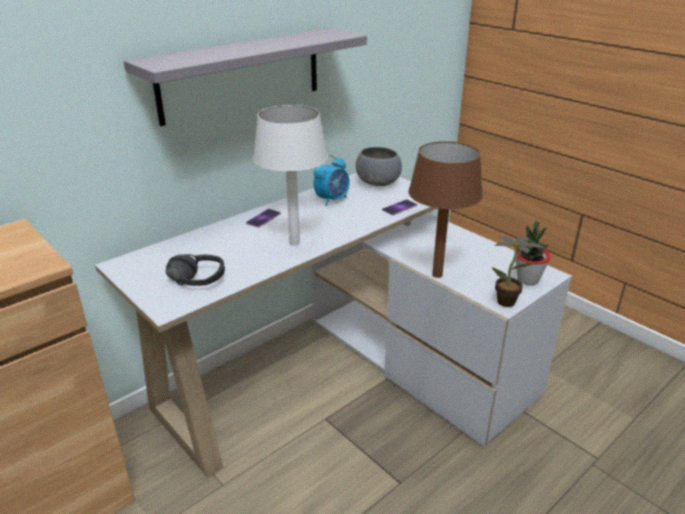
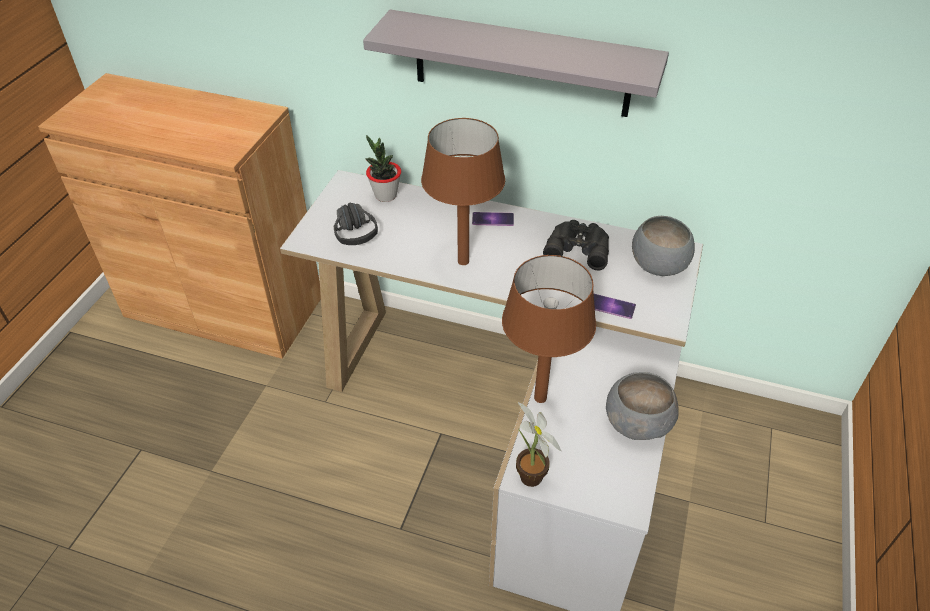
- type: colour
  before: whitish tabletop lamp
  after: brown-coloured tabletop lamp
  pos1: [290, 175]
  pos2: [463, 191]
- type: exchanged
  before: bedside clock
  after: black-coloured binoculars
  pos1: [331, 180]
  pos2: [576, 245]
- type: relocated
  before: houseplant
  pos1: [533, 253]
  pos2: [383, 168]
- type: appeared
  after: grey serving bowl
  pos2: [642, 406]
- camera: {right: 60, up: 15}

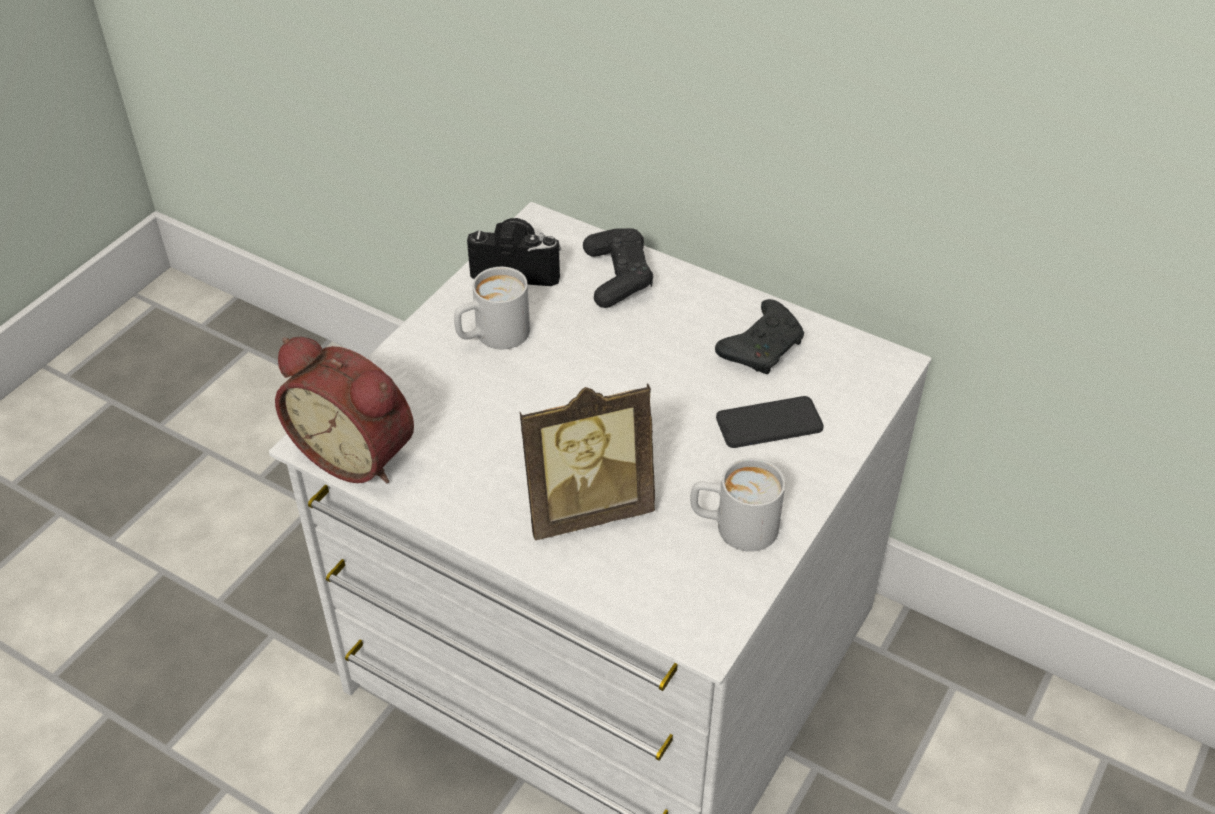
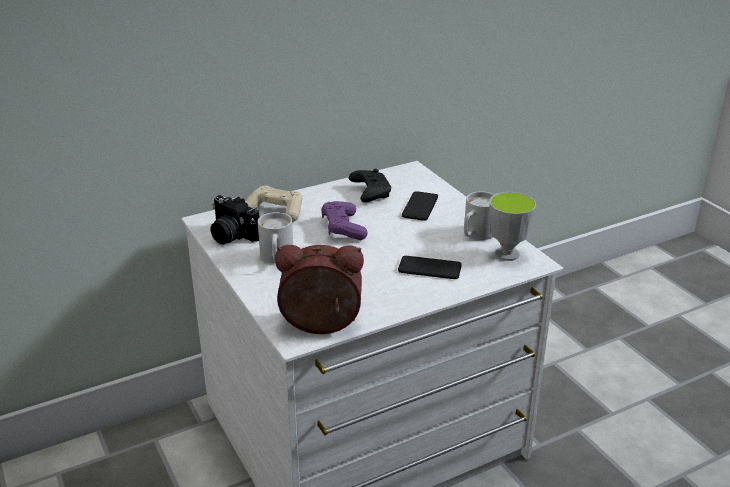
- type: spun
  before: bedside clock
  pos1: [344, 410]
  pos2: [319, 289]
  turn: -150
- type: spun
  before: still camera
  pos1: [514, 252]
  pos2: [235, 220]
  turn: -90
- type: exchanged
  before: picture frame
  after: telephone
  pos1: [587, 461]
  pos2: [430, 267]
- type: colour
  before: black-coloured game controller
  after: beige game controller
  pos1: [618, 268]
  pos2: [273, 204]
- type: appeared
  after: purple-coloured game controller
  pos2: [344, 220]
- type: appeared
  after: small cup
  pos2: [512, 226]
- camera: {right: -60, up: -15}

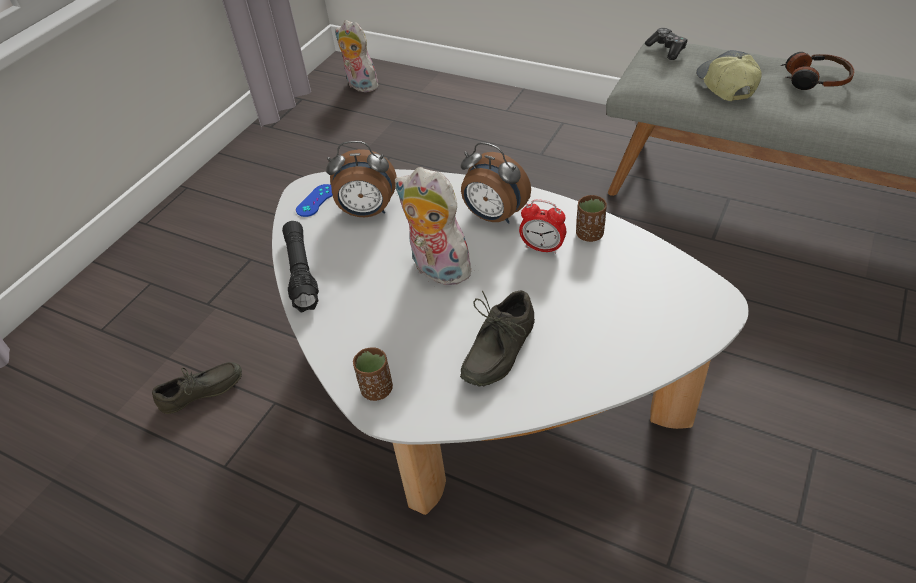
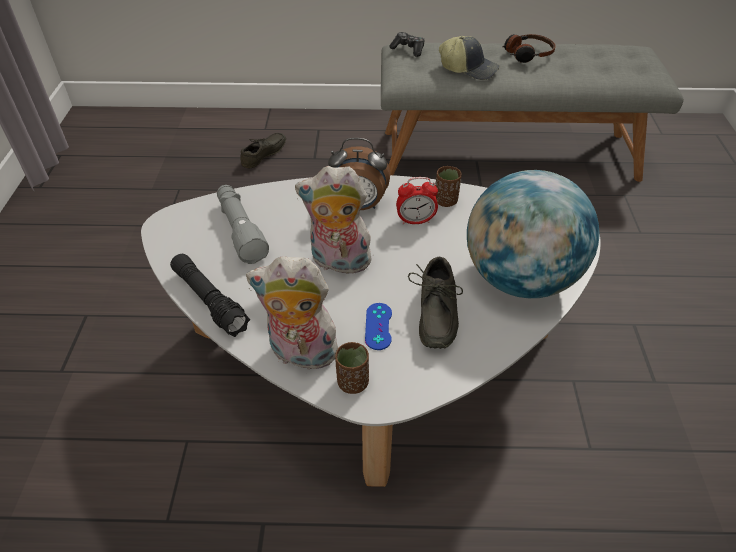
- type: relocated
  before: grey low shoe
  pos1: [197, 388]
  pos2: [263, 150]
- type: relocated
  before: bluish game controller
  pos1: [314, 200]
  pos2: [378, 326]
- type: exchanged
  before: bedside clock
  after: grey hand torch
  pos1: [361, 179]
  pos2: [243, 224]
- type: relocated
  before: plush toy
  pos1: [356, 56]
  pos2: [294, 313]
- type: spun
  before: baseball cap
  pos1: [729, 75]
  pos2: [469, 58]
  turn: 150
- type: appeared
  after: desk globe
  pos2: [533, 234]
- camera: {right: -30, up: 0}

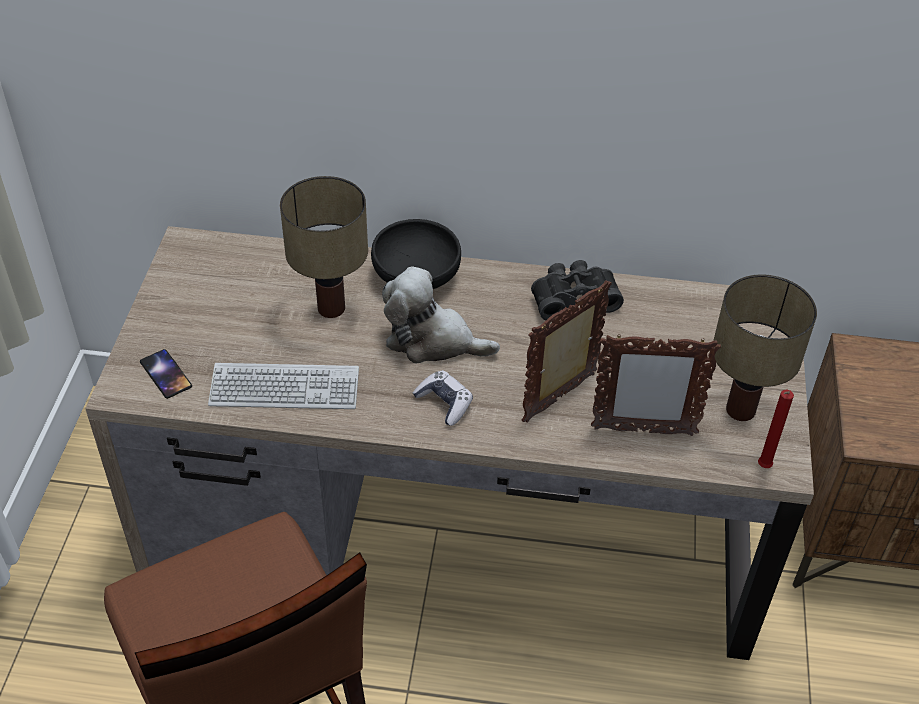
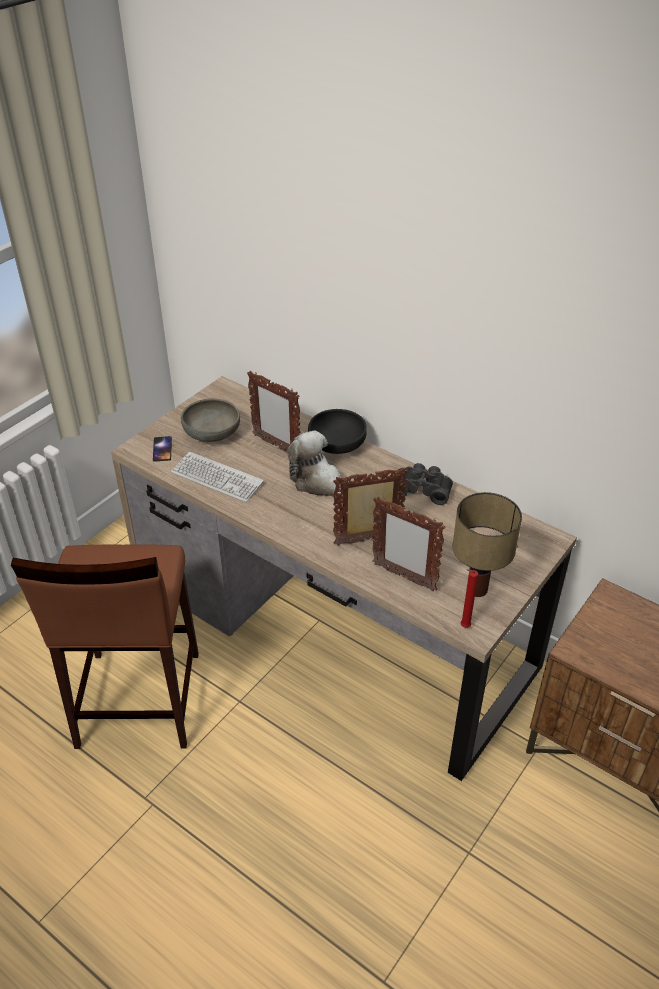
- type: exchanged
  before: tabletop lamp
  after: picture frame
  pos1: [324, 247]
  pos2: [273, 412]
- type: missing
  before: game controller
  pos1: [443, 398]
- type: appeared
  after: grey serving bowl
  pos2: [210, 420]
- camera: {right: 30, up: -5}

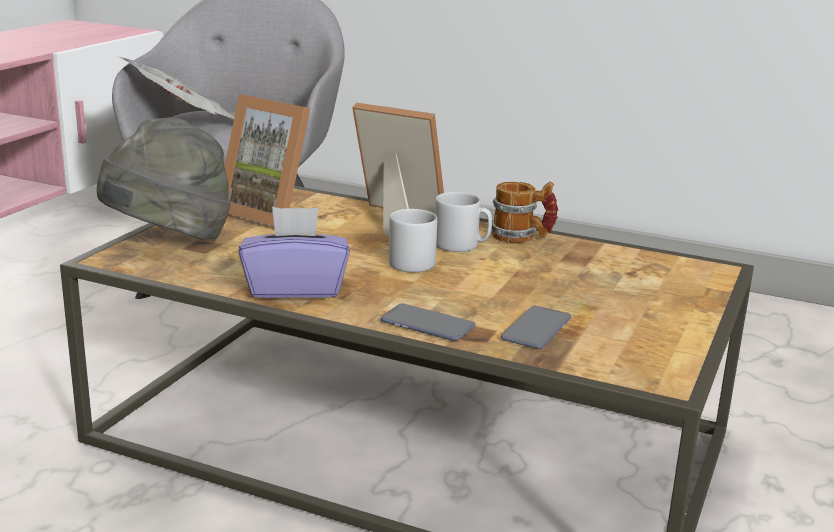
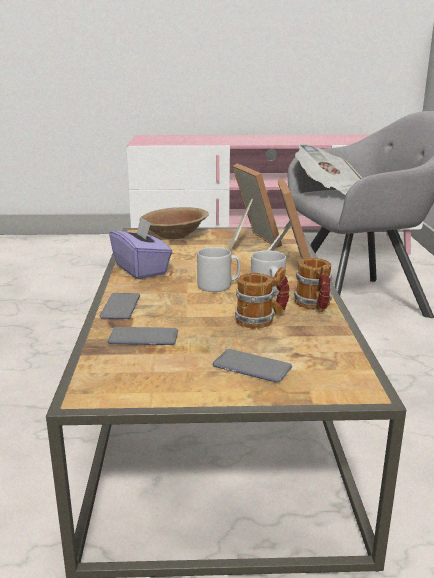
- type: exchanged
  before: grey wearable hat
  after: brown-coloured serving bowl
  pos1: [164, 178]
  pos2: [175, 223]
- type: spun
  before: picture frame
  pos1: [267, 160]
  pos2: [255, 207]
  turn: 150
- type: appeared
  after: telephone
  pos2: [252, 365]
- type: appeared
  after: coffee mug
  pos2: [262, 298]
- camera: {right: 65, up: 0}

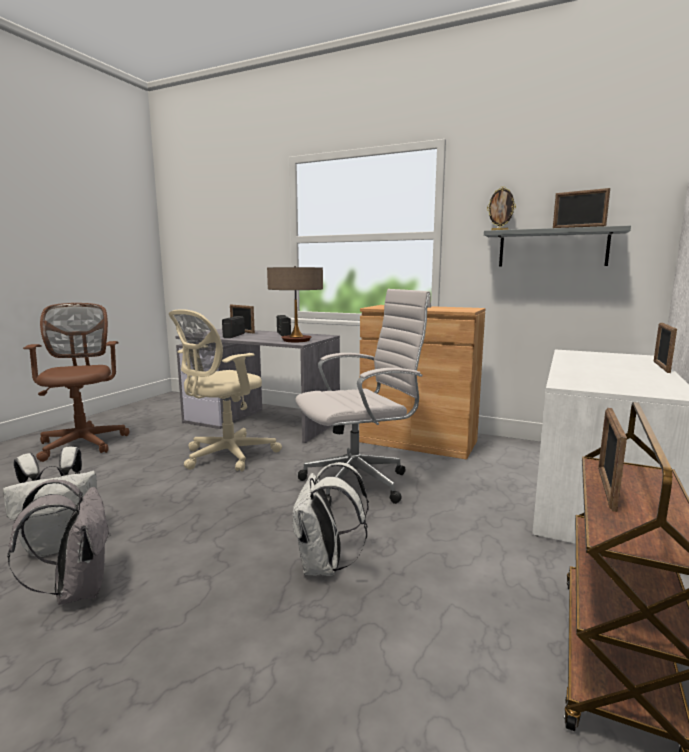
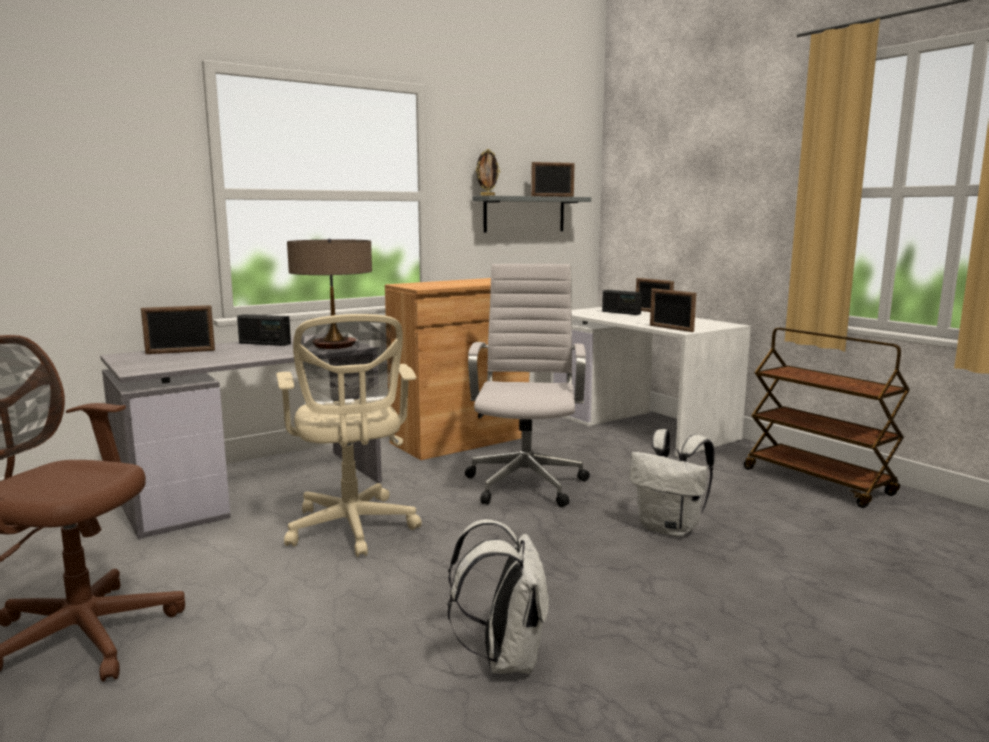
- type: missing
  before: grey knapsack
  pos1: [59, 542]
- type: relocated
  before: radio
  pos1: [233, 327]
  pos2: [622, 302]
- type: relocated
  before: picture frame
  pos1: [612, 460]
  pos2: [673, 310]
- camera: {right: -60, up: 0}

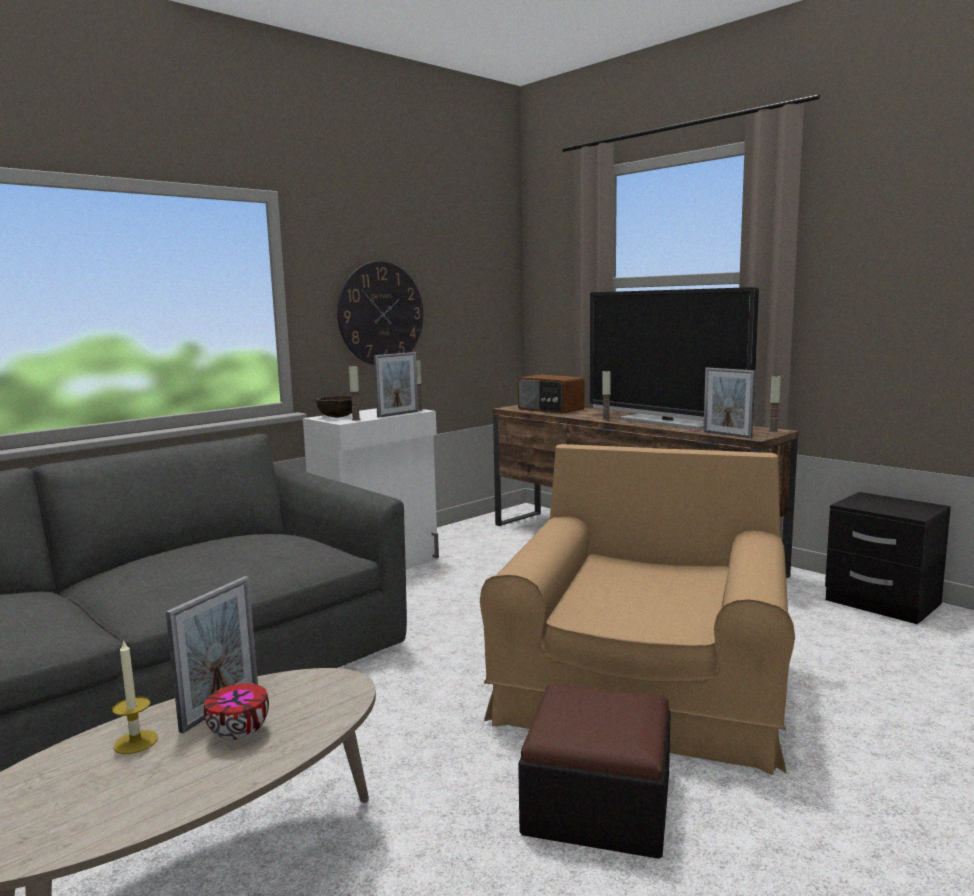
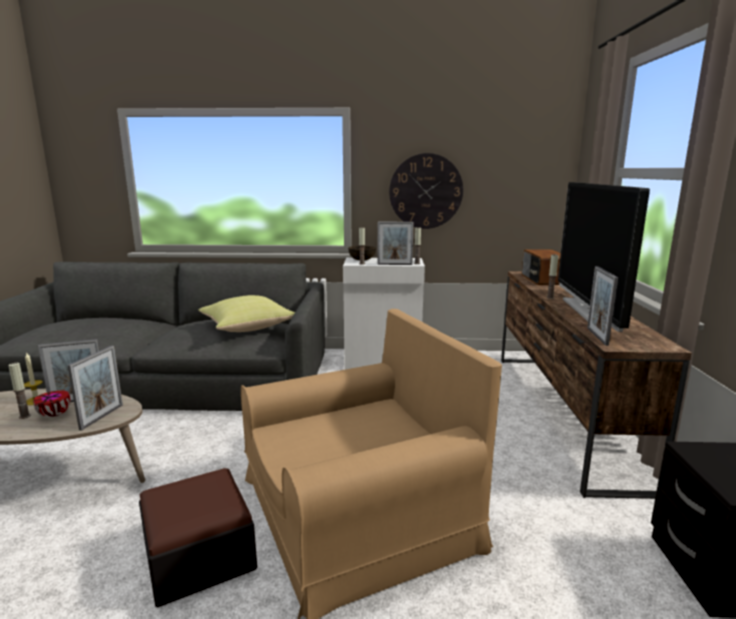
- type: relocated
  before: candle
  pos1: [775, 403]
  pos2: [19, 391]
- type: appeared
  after: picture frame
  pos2: [95, 388]
- type: appeared
  after: yellowish pillow
  pos2: [246, 313]
- camera: {right: 45, up: 5}

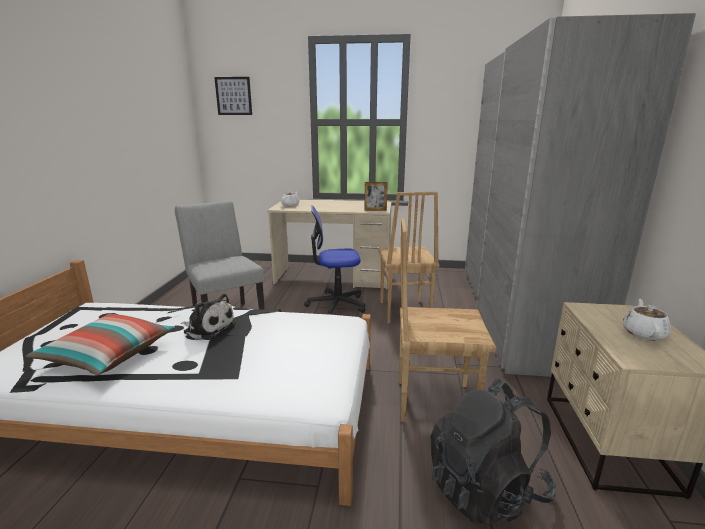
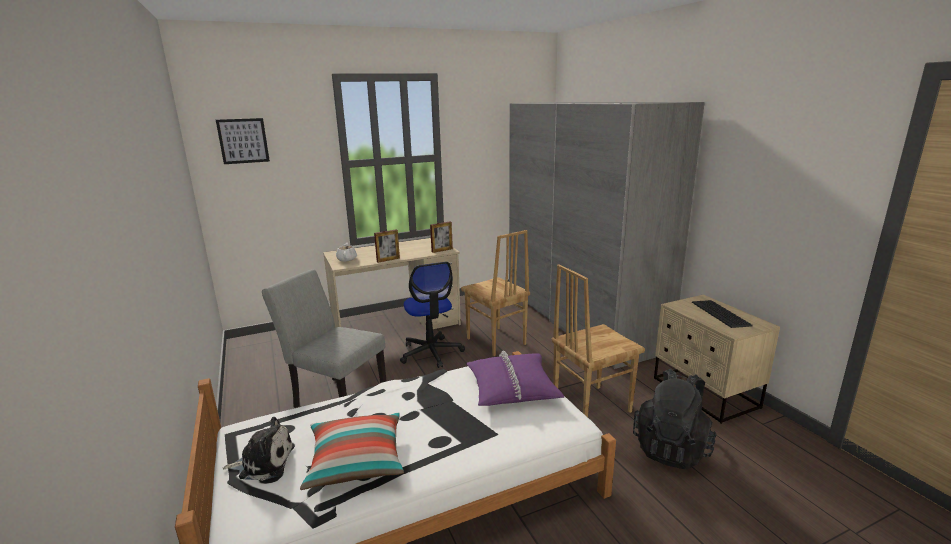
- type: relocated
  before: plush toy
  pos1: [208, 317]
  pos2: [258, 449]
- type: spun
  before: office chair
  pos1: [334, 260]
  pos2: [432, 315]
  turn: -75
- type: exchanged
  before: whitish tea pot
  after: computer keyboard
  pos1: [647, 320]
  pos2: [722, 314]
- type: appeared
  after: picture frame
  pos2: [387, 246]
- type: appeared
  after: purple-coloured pillow
  pos2: [515, 378]
- camera: {right: -30, up: 0}

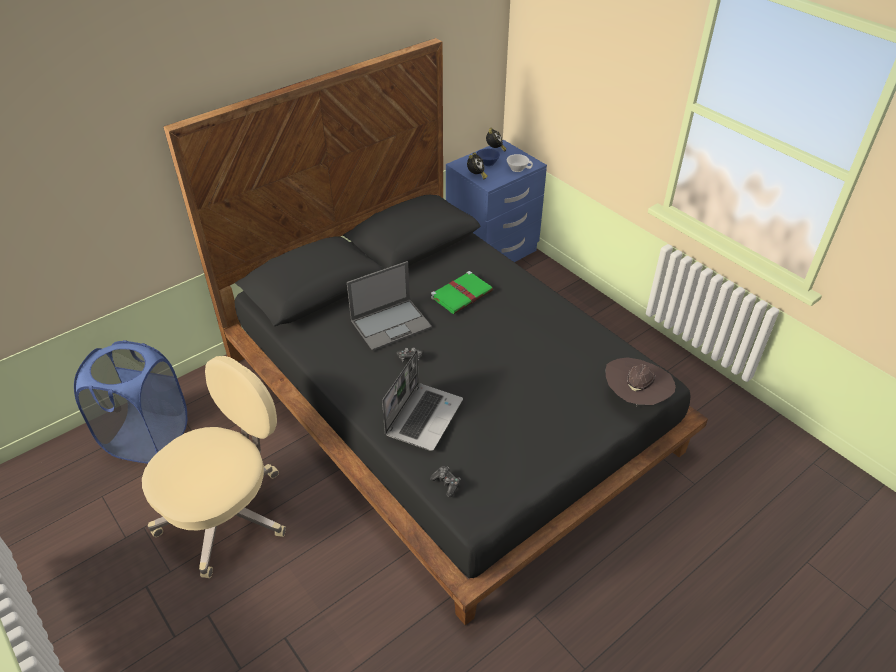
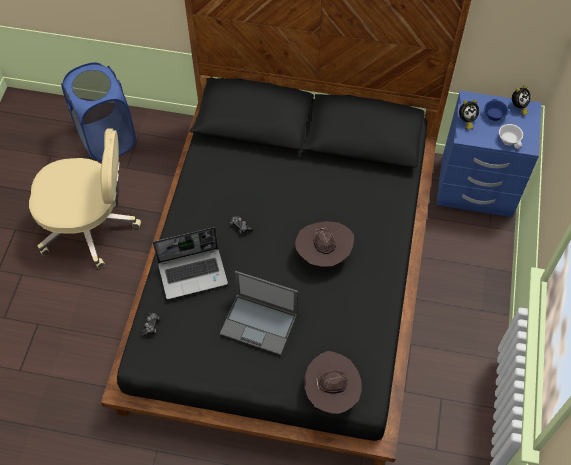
- type: relocated
  before: portable computer
  pos1: [389, 306]
  pos2: [259, 313]
- type: missing
  before: green book
  pos1: [462, 292]
- type: appeared
  after: brown-coloured wearable hat
  pos2: [324, 244]
- camera: {right: 50, up: 15}

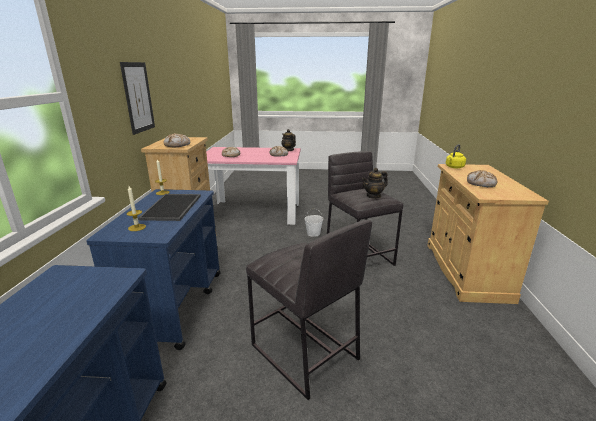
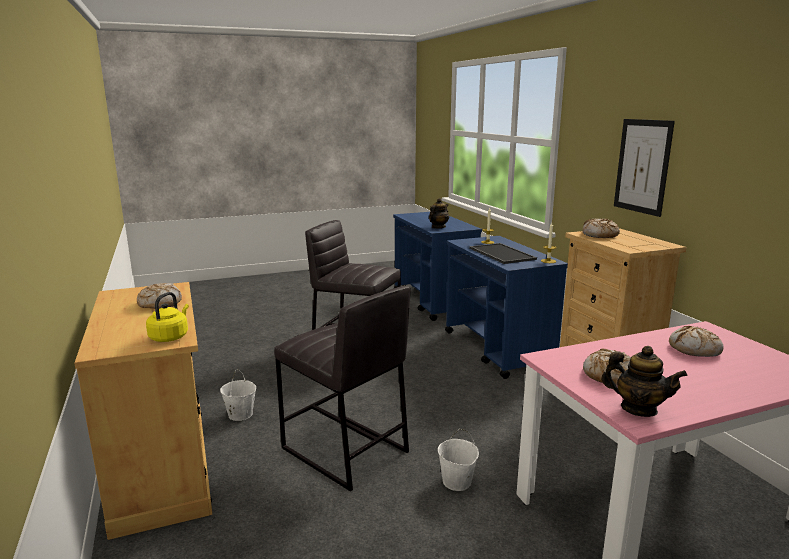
- type: relocated
  before: tea pot
  pos1: [375, 183]
  pos2: [439, 213]
- type: appeared
  after: whitish water bucket
  pos2: [238, 395]
- camera: {right: 155, up: -5}

